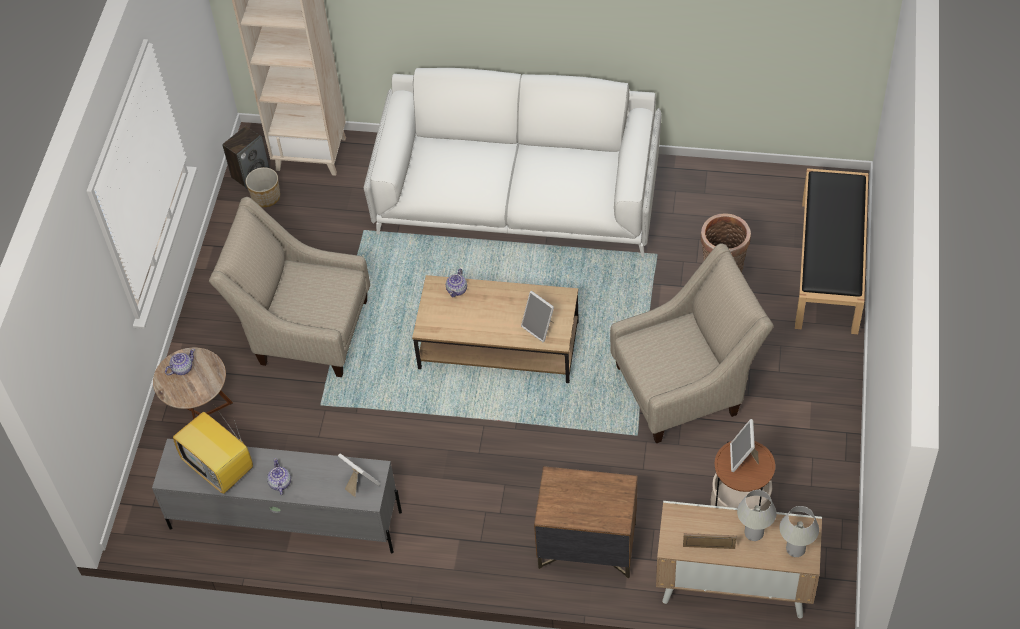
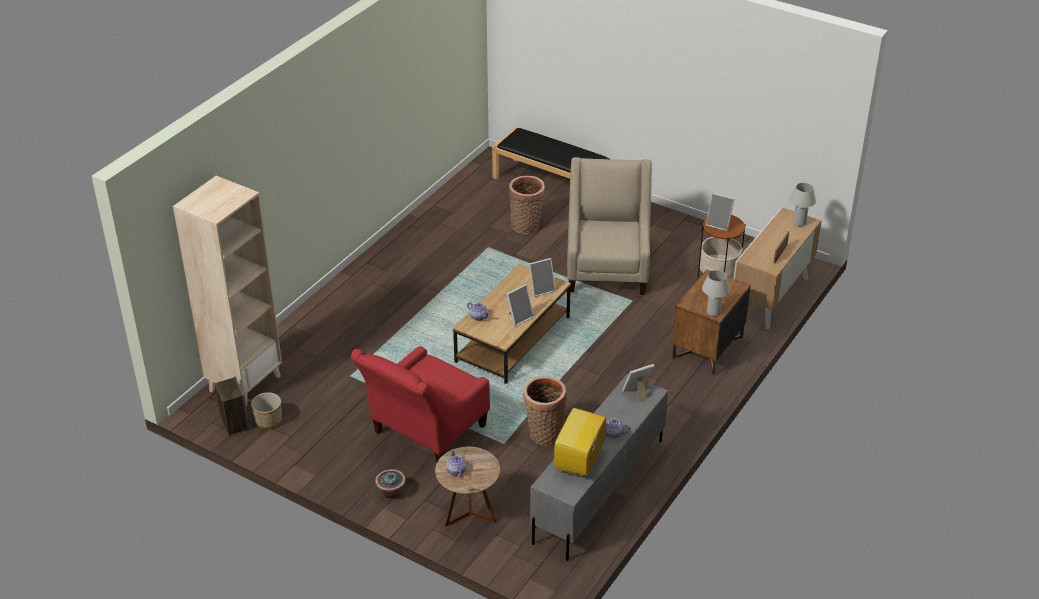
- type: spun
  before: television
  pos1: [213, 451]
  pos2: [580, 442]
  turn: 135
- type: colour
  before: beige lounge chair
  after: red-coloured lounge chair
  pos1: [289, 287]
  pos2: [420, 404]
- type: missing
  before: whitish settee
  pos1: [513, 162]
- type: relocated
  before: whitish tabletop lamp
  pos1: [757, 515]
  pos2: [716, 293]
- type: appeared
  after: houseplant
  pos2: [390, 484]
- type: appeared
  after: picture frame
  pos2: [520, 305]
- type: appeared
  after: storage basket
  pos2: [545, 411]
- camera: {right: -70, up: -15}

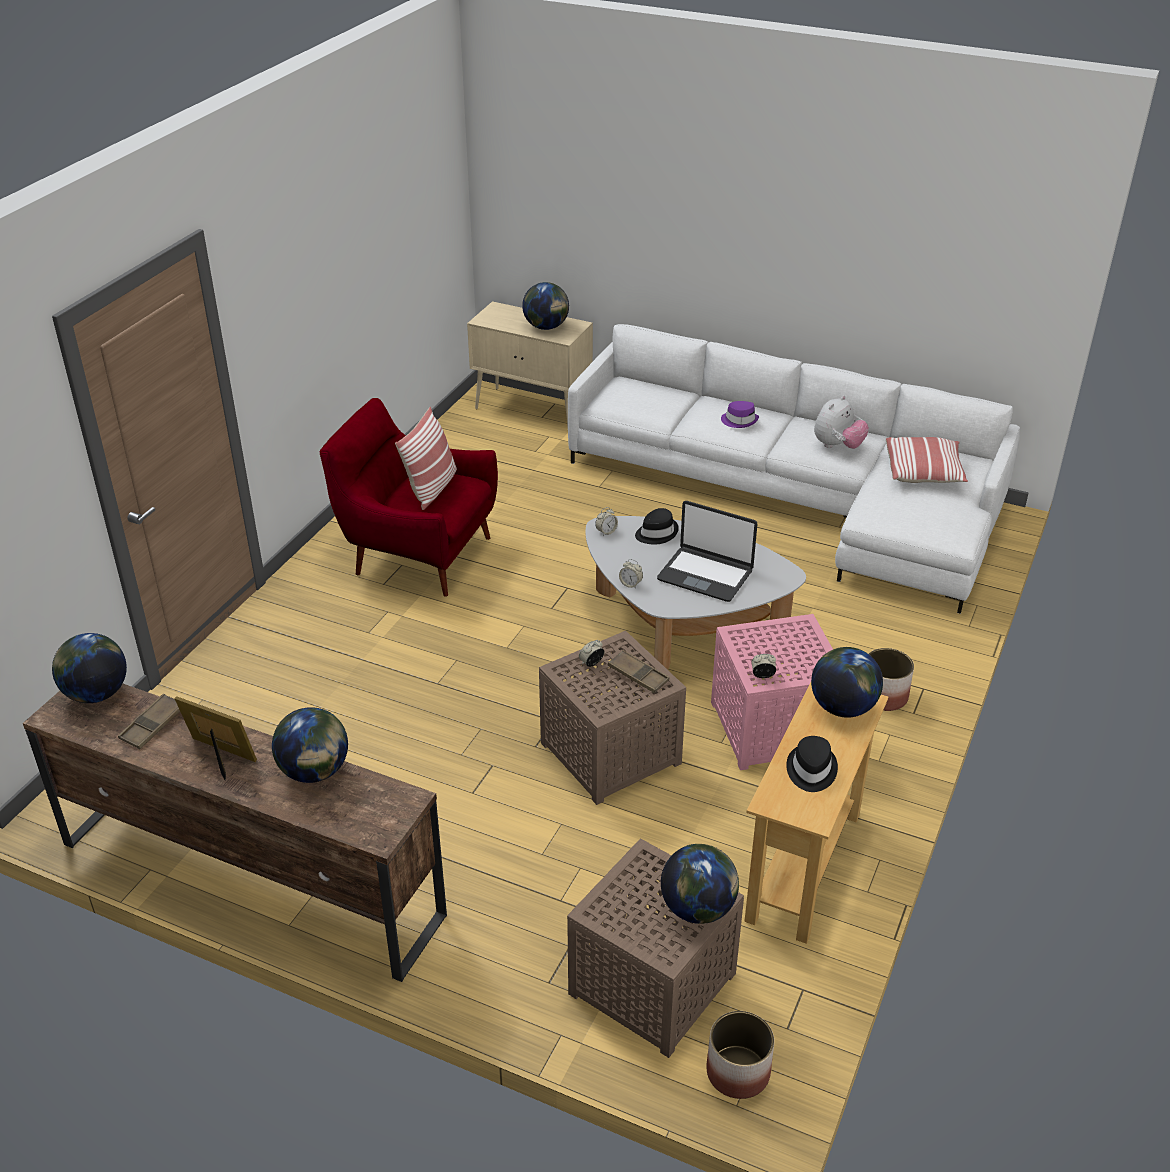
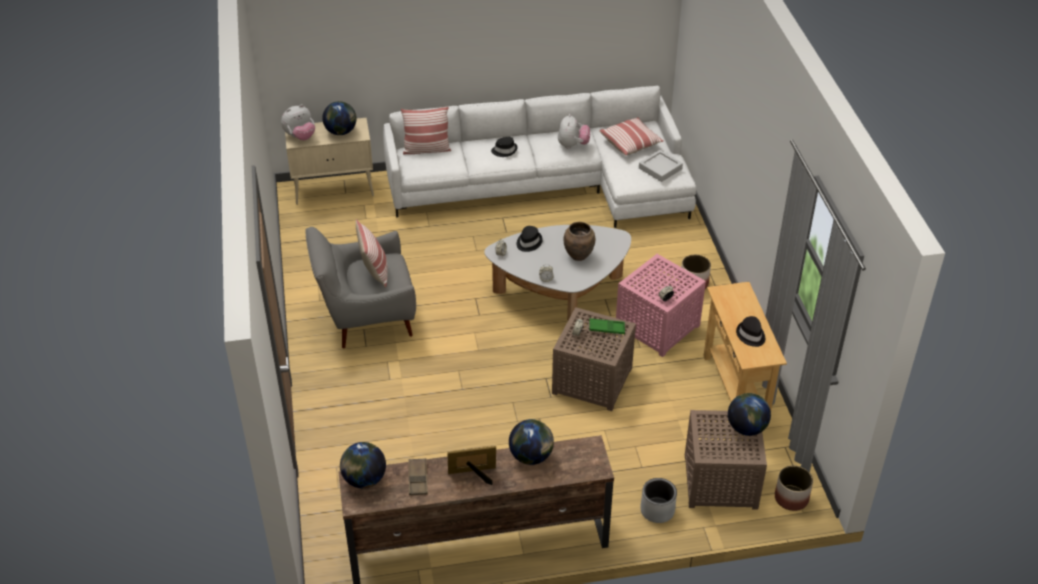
- type: colour
  before: red-coloured lounge chair
  after: grey lounge chair
  pos1: [408, 497]
  pos2: [361, 287]
- type: colour
  before: brown-coloured tray
  after: green tray
  pos1: [638, 671]
  pos2: [607, 326]
- type: exchanged
  before: portable computer
  after: brown-coloured flower vase
  pos1: [707, 551]
  pos2: [579, 241]
- type: colour
  before: purple-coloured wearable hat
  after: black-coloured wearable hat
  pos1: [740, 414]
  pos2: [504, 147]
- type: missing
  before: desk globe
  pos1: [847, 682]
- type: appeared
  after: plush toy
  pos2: [298, 122]
- type: appeared
  after: pillow
  pos2: [426, 130]
- type: appeared
  after: grey tray
  pos2: [661, 166]
- type: appeared
  after: grey flower pot
  pos2: [658, 500]
- camera: {right: -35, up: 5}

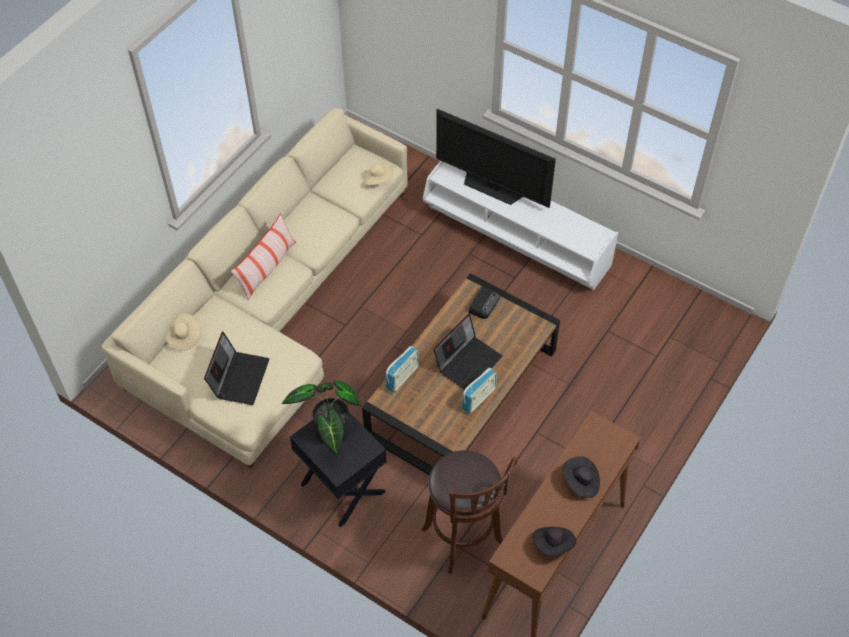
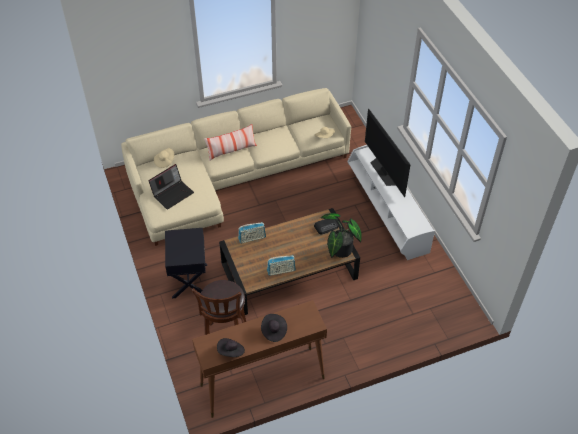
- type: relocated
  before: houseplant
  pos1: [321, 418]
  pos2: [340, 235]
- type: missing
  before: portable computer
  pos1: [468, 352]
- camera: {right: 35, up: -5}

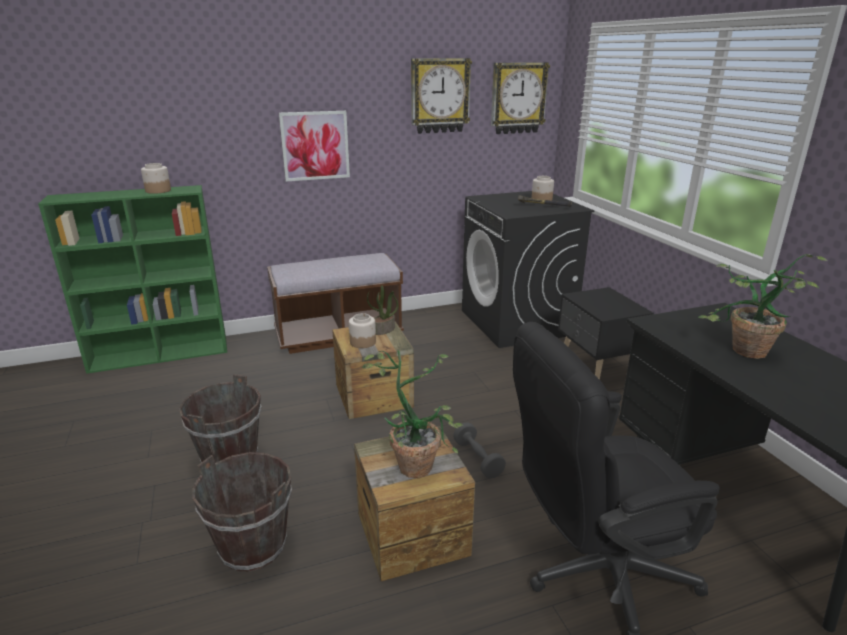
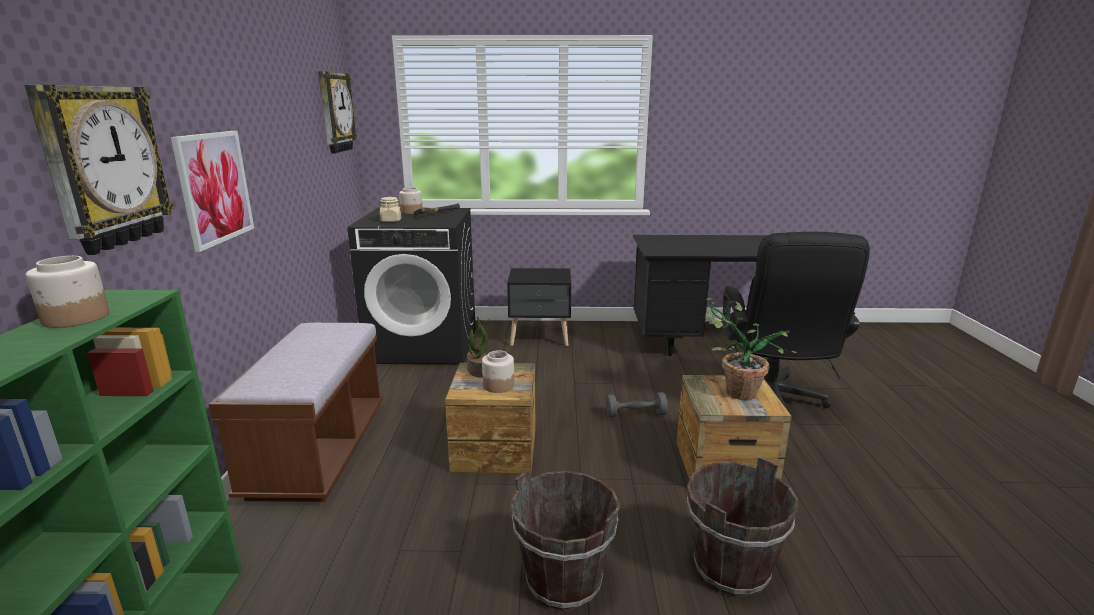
- type: relocated
  before: clock on the wall
  pos1: [441, 96]
  pos2: [99, 170]
- type: missing
  before: houseplant
  pos1: [762, 306]
- type: appeared
  after: beige preserve jar
  pos2: [390, 209]
- camera: {right: -70, up: -5}

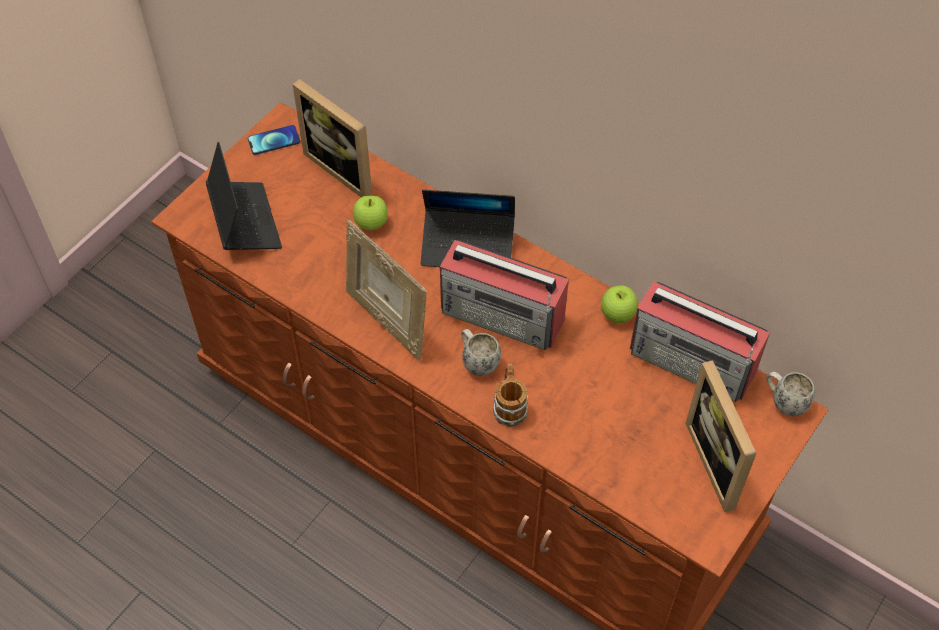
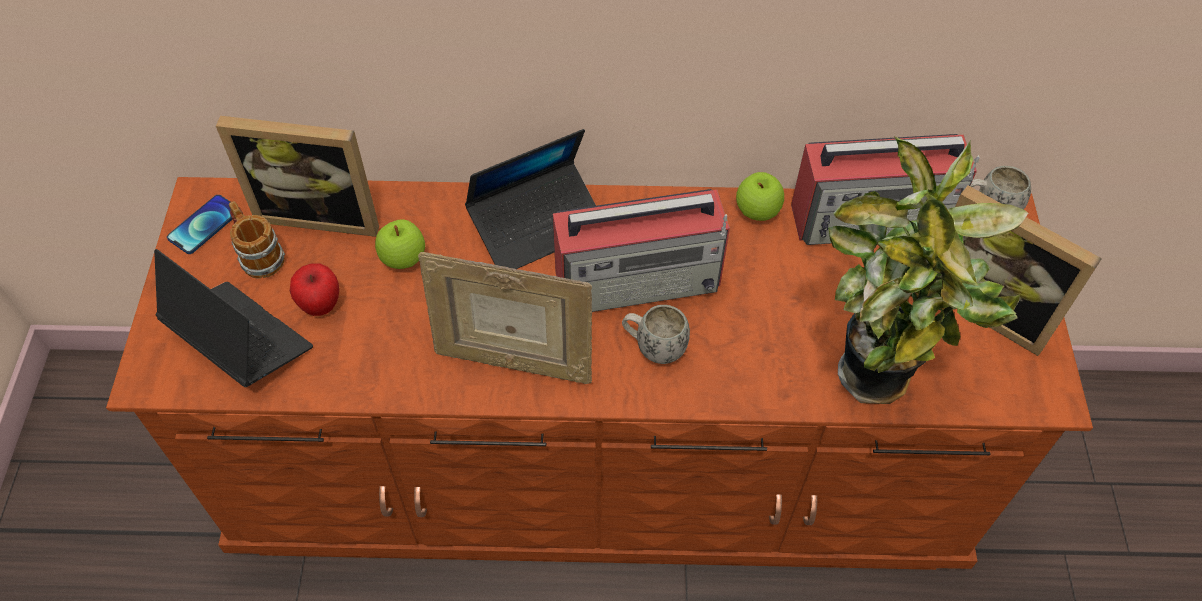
- type: relocated
  before: coffee mug
  pos1: [510, 395]
  pos2: [257, 240]
- type: appeared
  after: apple fruit
  pos2: [314, 289]
- type: appeared
  after: houseplant
  pos2: [928, 270]
- camera: {right: -35, up: 0}

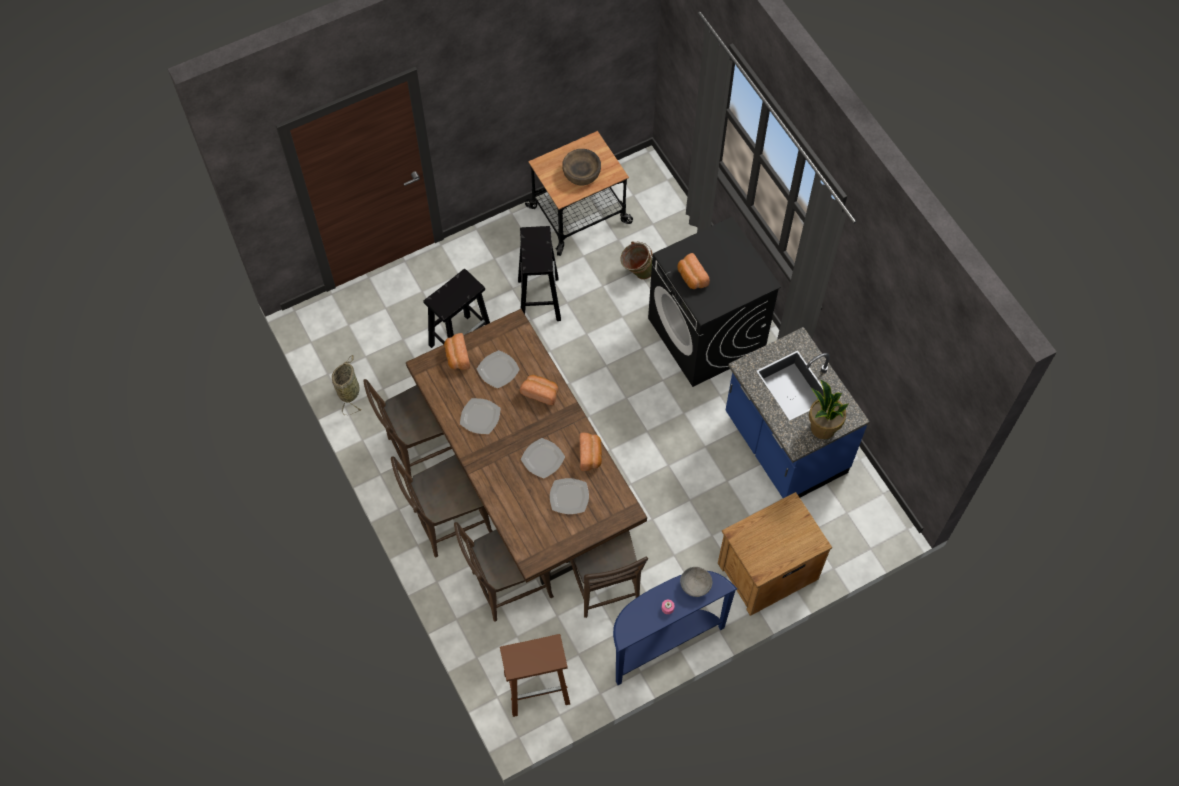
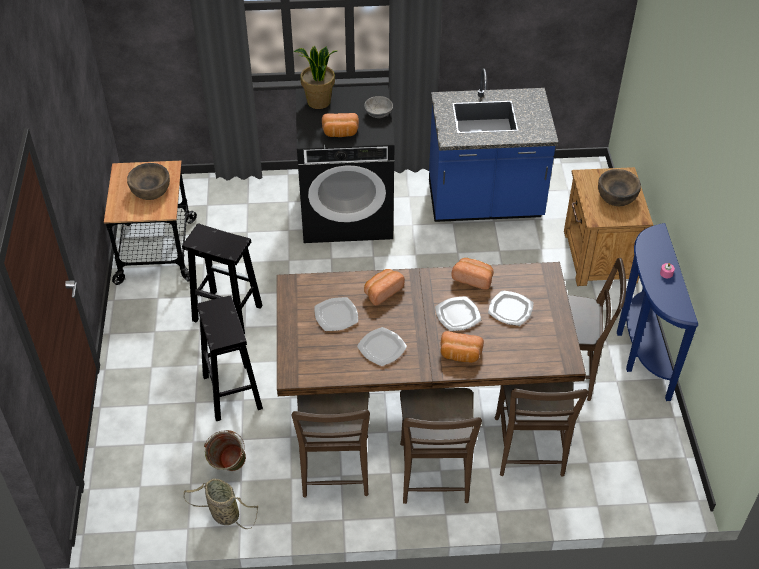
- type: relocated
  before: bakery bread
  pos1: [457, 351]
  pos2: [462, 347]
- type: missing
  before: brown-coloured stool seat
  pos1: [535, 675]
- type: relocated
  before: green water bucket
  pos1: [637, 261]
  pos2: [225, 450]
- type: relocated
  before: grey serving bowl
  pos1: [696, 582]
  pos2: [378, 107]
- type: relocated
  before: houseplant
  pos1: [829, 409]
  pos2: [315, 77]
- type: appeared
  after: brown-coloured serving bowl
  pos2: [619, 187]
- camera: {right: -65, up: -15}

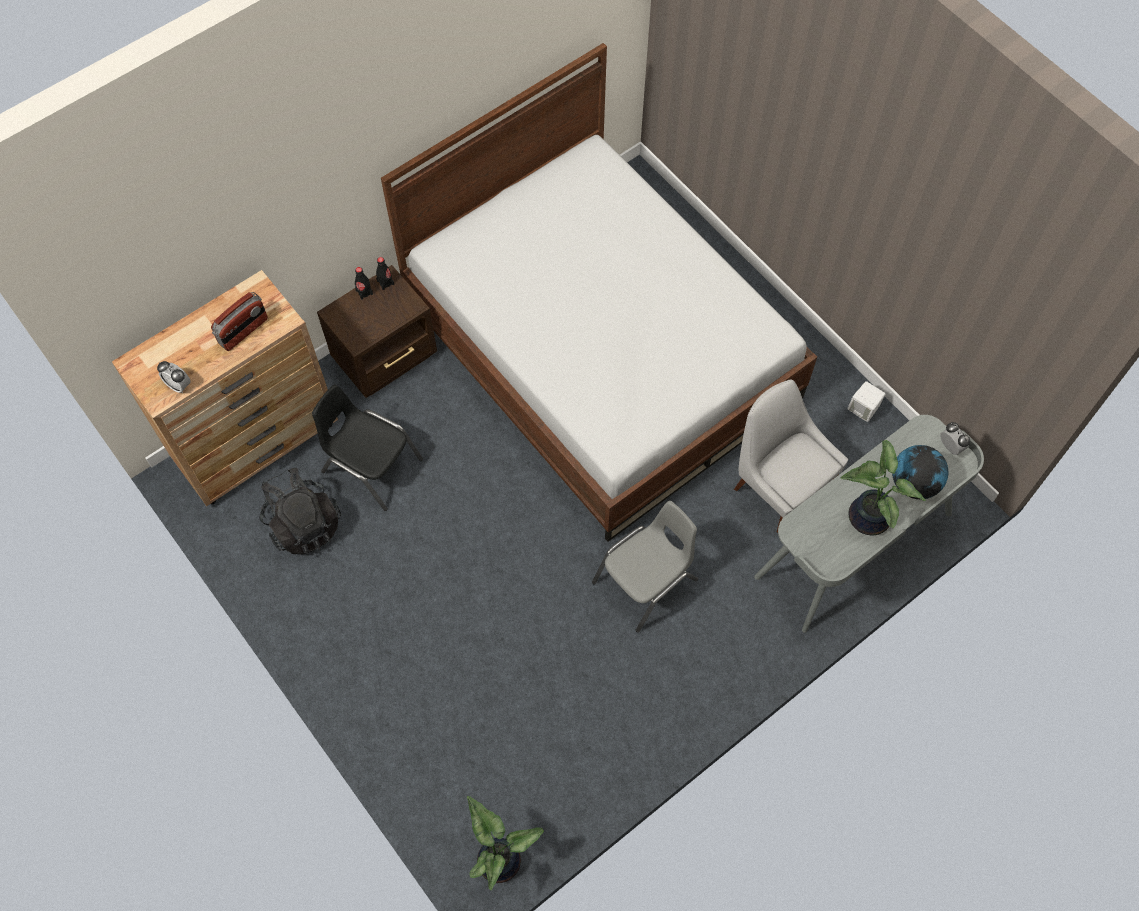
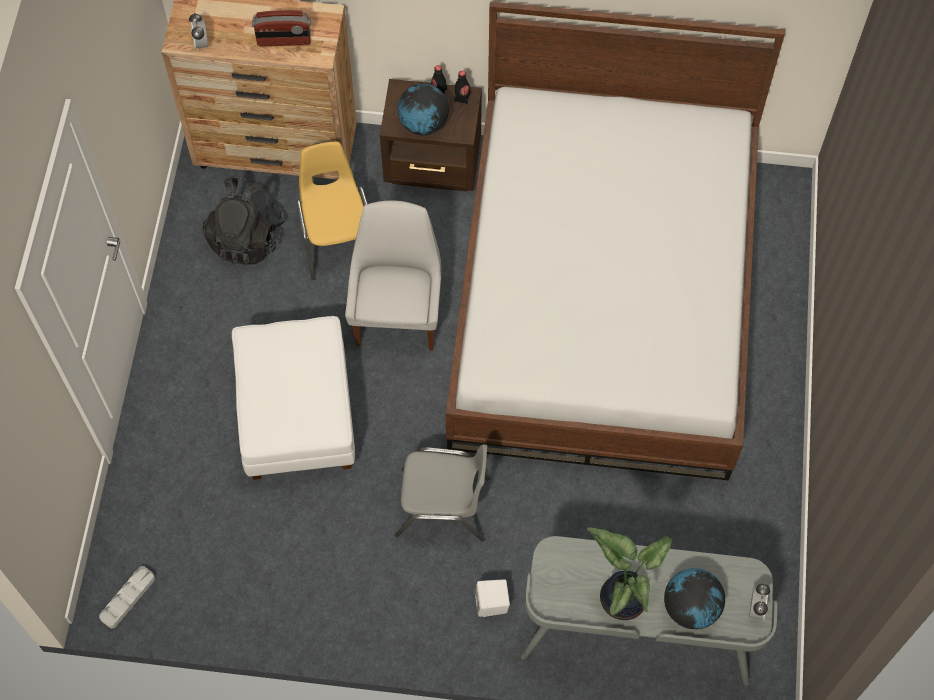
- type: colour
  before: black-coloured upright chair
  after: yellowish upright chair
  pos1: [367, 448]
  pos2: [332, 211]
- type: exchanged
  before: houseplant
  after: grey tray
  pos1: [505, 843]
  pos2: [127, 597]
- type: relocated
  before: whitish upright chair
  pos1: [791, 456]
  pos2: [393, 275]
- type: relocated
  before: whitish speaker
  pos1: [866, 401]
  pos2: [492, 598]
- type: appeared
  after: whitish pouffe
  pos2: [293, 398]
- type: appeared
  after: desk globe
  pos2: [423, 109]
- camera: {right: 45, up: 0}

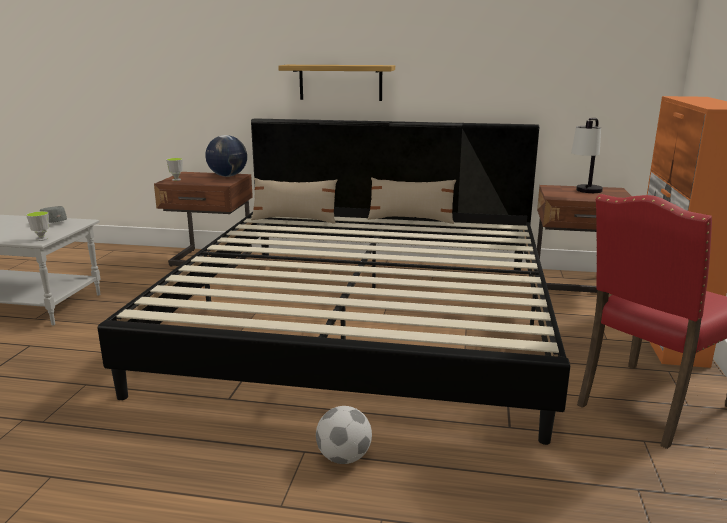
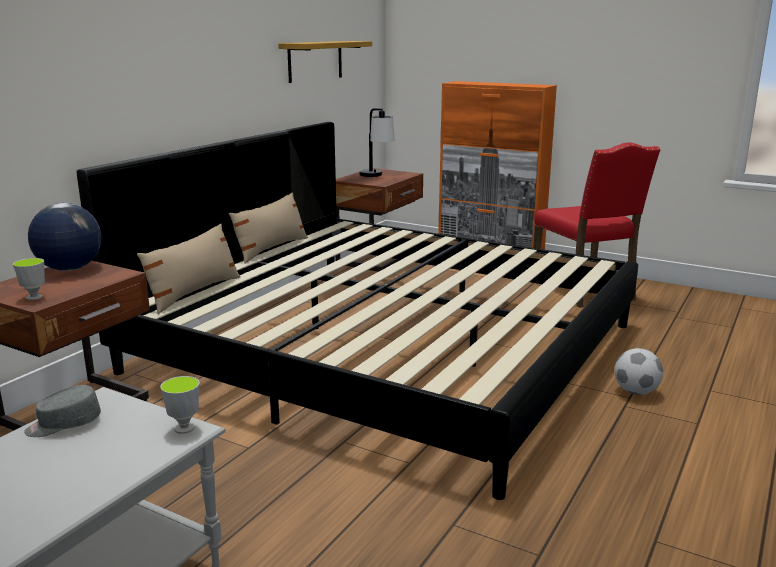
- type: relocated
  before: wall shelf
  pos1: [336, 83]
  pos2: [325, 62]
- camera: {right: -70, up: 0}

